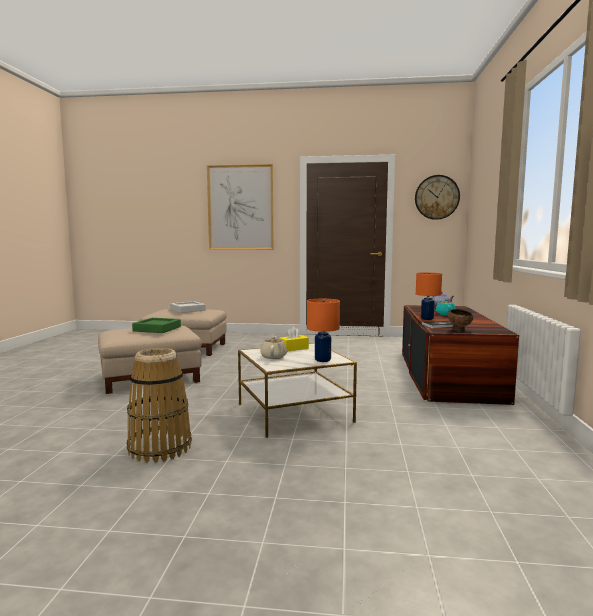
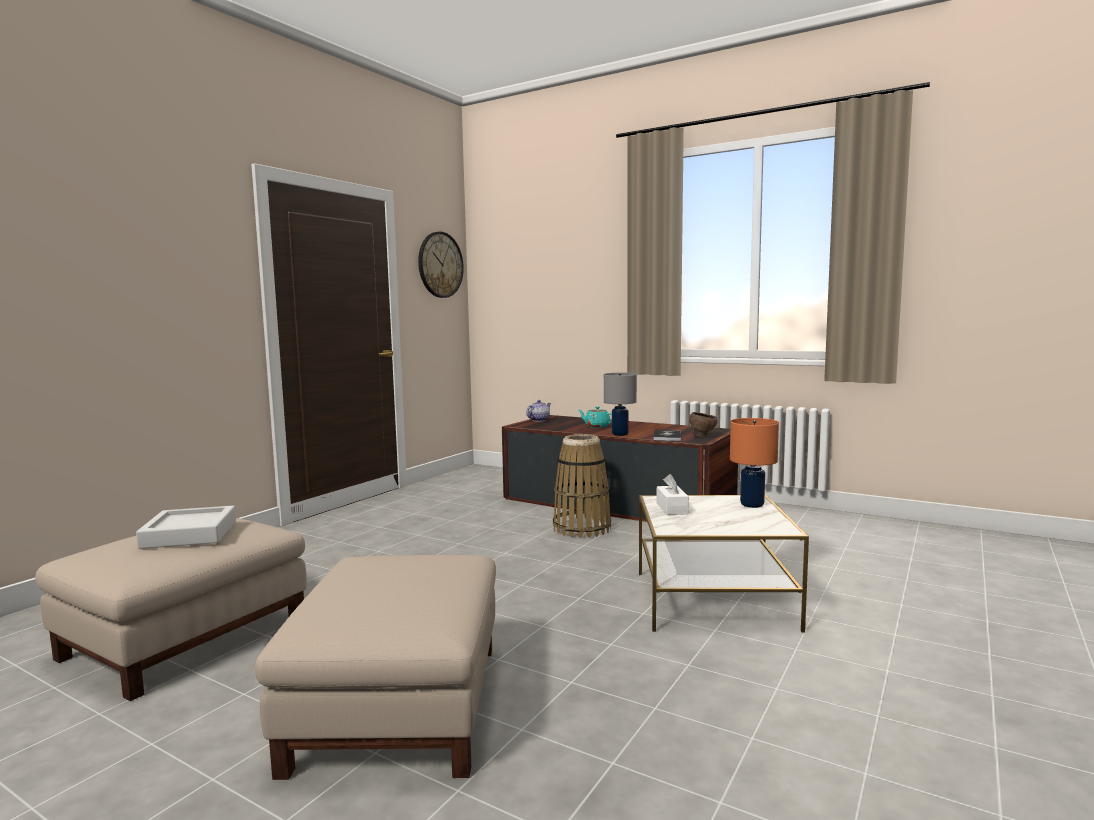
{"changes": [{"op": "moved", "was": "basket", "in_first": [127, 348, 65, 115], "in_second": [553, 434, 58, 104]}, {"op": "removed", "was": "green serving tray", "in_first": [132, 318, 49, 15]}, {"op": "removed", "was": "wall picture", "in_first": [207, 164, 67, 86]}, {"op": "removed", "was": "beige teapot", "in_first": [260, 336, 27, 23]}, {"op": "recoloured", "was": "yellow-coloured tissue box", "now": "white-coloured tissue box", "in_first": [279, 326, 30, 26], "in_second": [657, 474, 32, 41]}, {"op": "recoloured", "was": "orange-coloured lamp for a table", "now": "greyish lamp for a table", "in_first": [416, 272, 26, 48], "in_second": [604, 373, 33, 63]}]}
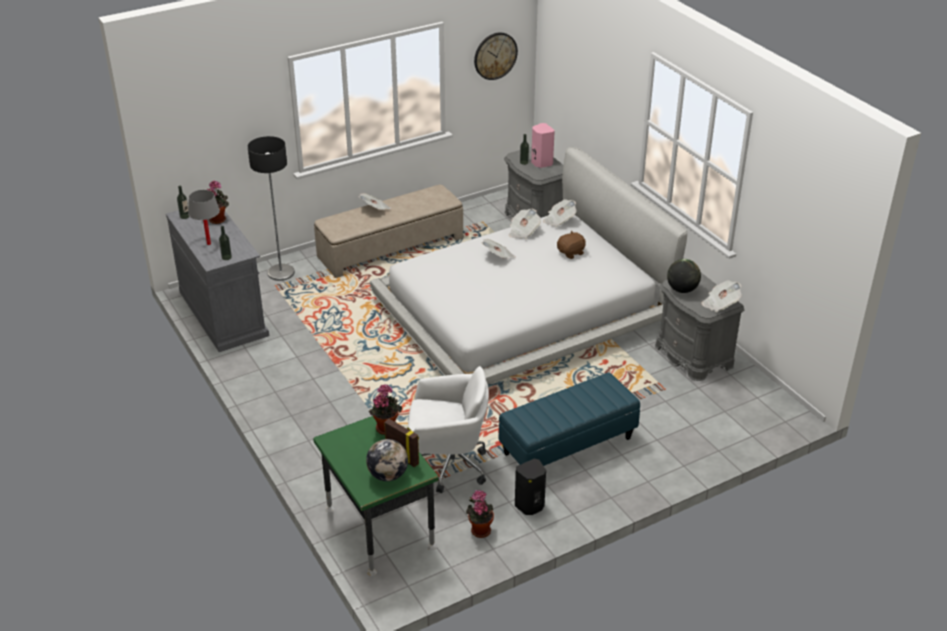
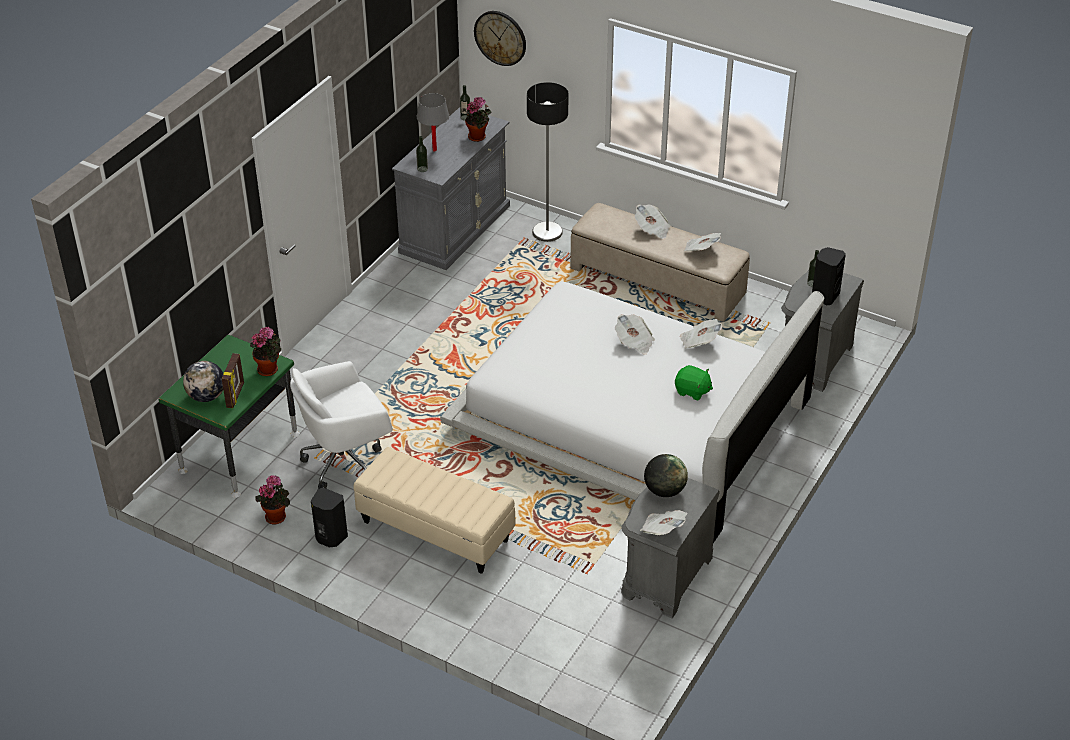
{"changes": [{"op": "turned", "was": "white-coloured desk chair", "in_first": [408, 366, 81, 127], "in_second": [290, 361, 103, 128], "clockwise": 90}, {"op": "moved", "was": "wall clock", "in_first": [474, 33, 44, 47], "in_second": [474, 11, 52, 55]}, {"op": "recoloured", "was": "bluish footrest", "now": "beige footrest", "in_first": [499, 372, 141, 94], "in_second": [353, 447, 163, 127]}, {"op": "recoloured", "was": "pinkish loudspeaker", "now": "blackish loudspeaker", "in_first": [531, 123, 24, 45], "in_second": [812, 247, 34, 59]}, {"op": "moved", "was": "newspaper", "in_first": [543, 199, 33, 28], "in_second": [684, 233, 37, 18]}, {"op": "recoloured", "was": "brownish plush toy", "now": "green plush toy", "in_first": [557, 231, 29, 28], "in_second": [675, 365, 38, 36]}]}
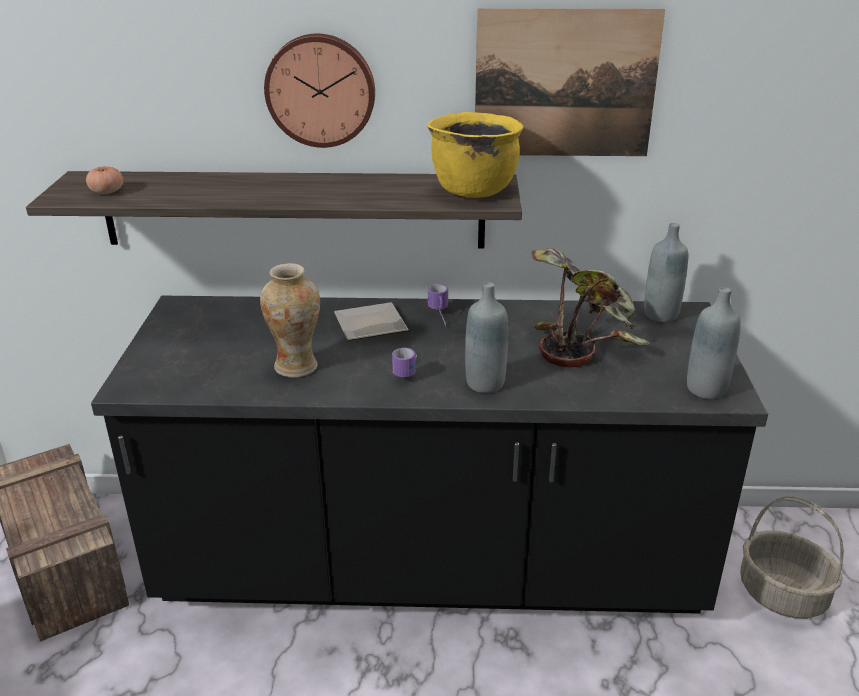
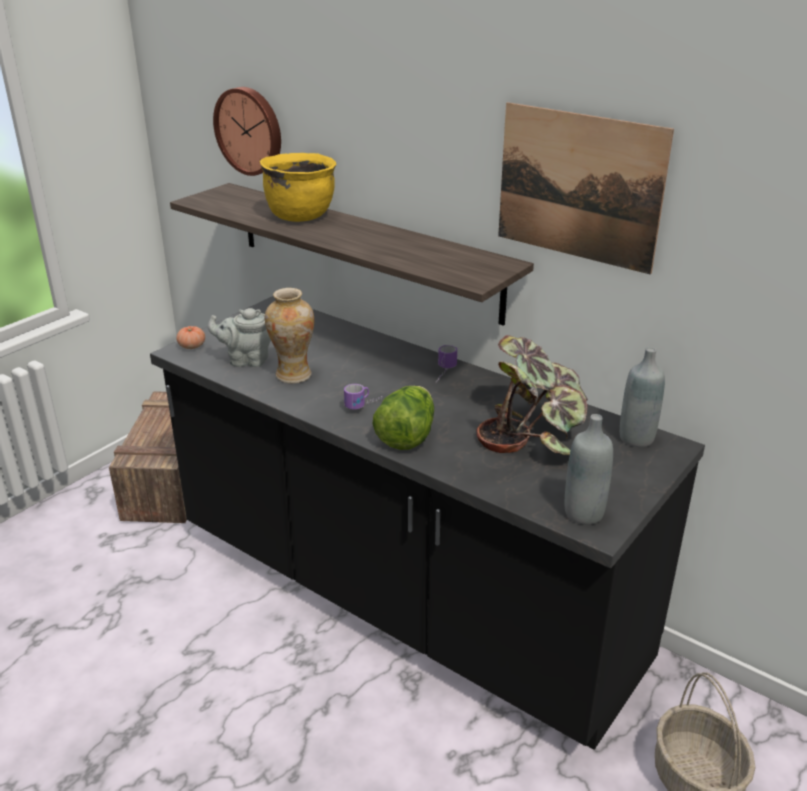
{"changes": [{"op": "moved", "was": "whole tomato", "in_first": [86, 166, 37, 28], "in_second": [176, 326, 29, 23]}, {"op": "moved", "was": "wall clock", "in_first": [264, 34, 111, 114], "in_second": [213, 87, 68, 89]}, {"op": "removed", "was": "plate", "in_first": [334, 302, 75, 39]}, {"op": "moved", "was": "yellow-coloured stockpot", "in_first": [427, 112, 96, 86], "in_second": [260, 153, 77, 69]}, {"op": "replaced", "was": "greyish bottle", "now": "lettuce head", "in_first": [465, 282, 43, 111], "in_second": [372, 386, 62, 64]}, {"op": "added", "now": "greyish teapot", "in_second": [208, 308, 63, 59]}]}
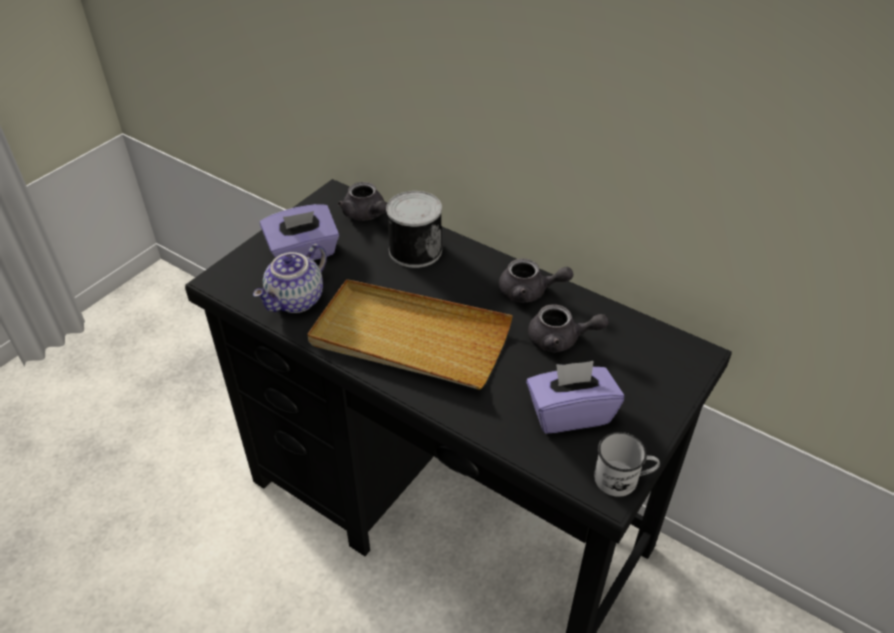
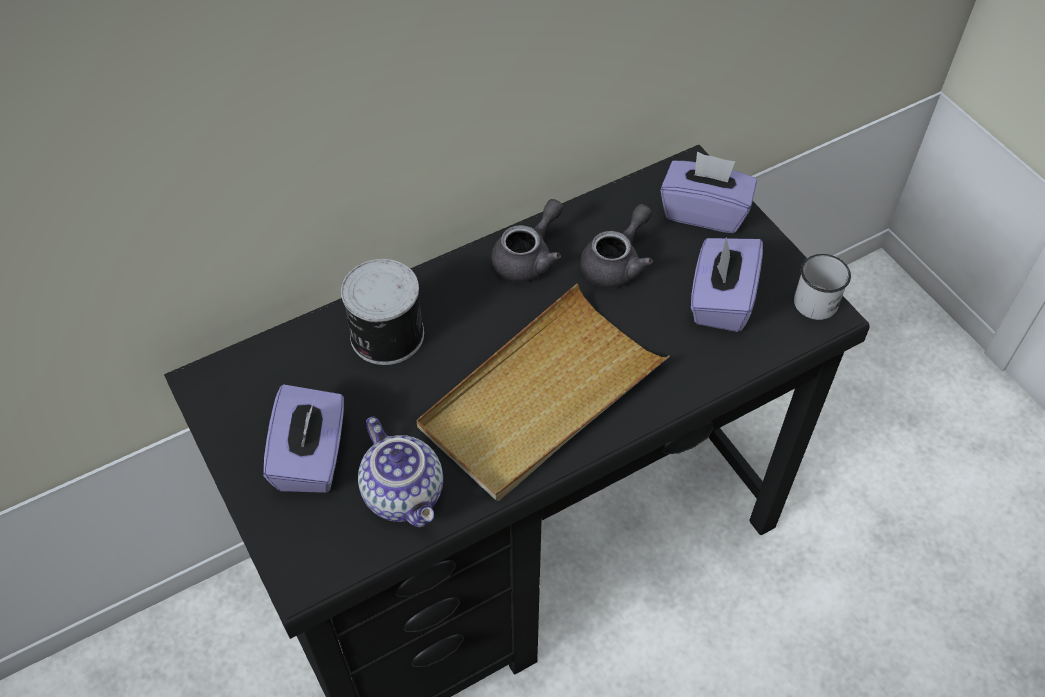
{"changes": [{"op": "removed", "was": "greyish teapot", "in_first": [338, 182, 49, 39]}, {"op": "added", "now": "purple-coloured tissue box", "in_second": [660, 152, 97, 81]}]}
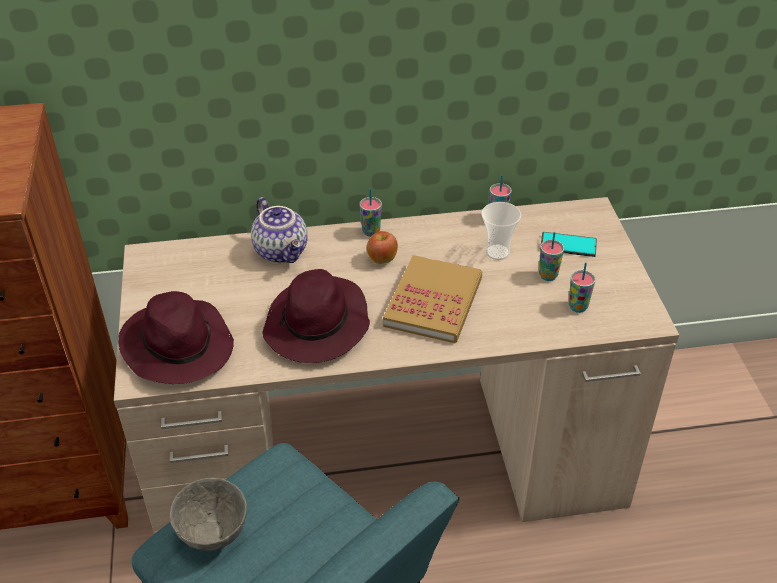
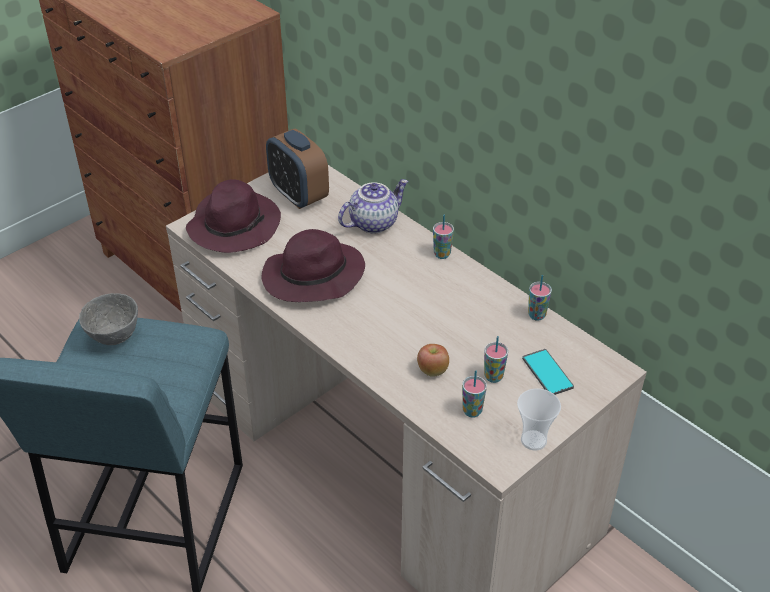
{"changes": [{"op": "turned", "was": "teapot", "in_first": [251, 197, 57, 66], "in_second": [338, 179, 71, 54], "clockwise": -150}, {"op": "moved", "was": "apple fruit", "in_first": [367, 231, 31, 33], "in_second": [417, 344, 32, 33]}, {"op": "removed", "was": "volume", "in_first": [383, 255, 99, 88]}, {"op": "moved", "was": "drinking cup", "in_first": [482, 202, 39, 58], "in_second": [517, 389, 44, 61]}, {"op": "added", "now": "bedside clock", "in_second": [266, 129, 63, 80]}]}
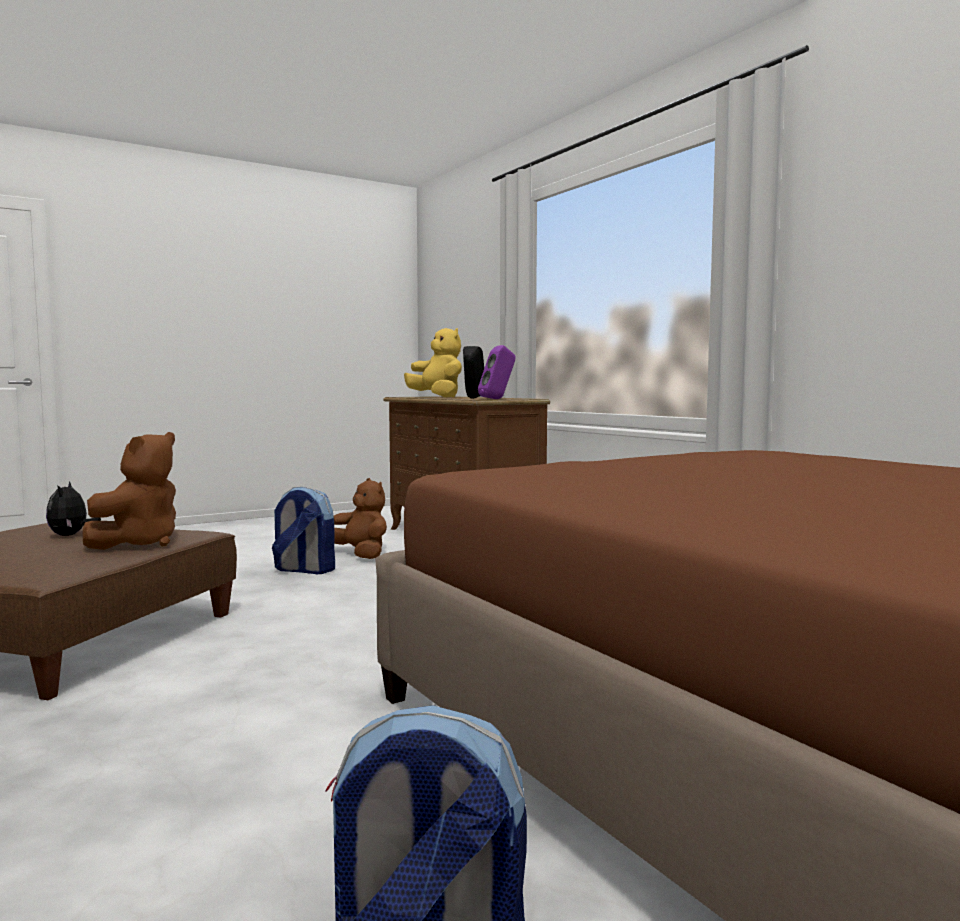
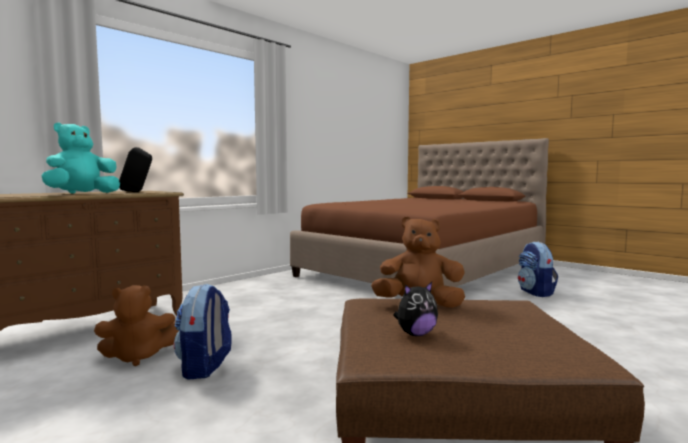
{"changes": [{"op": "turned", "was": "brownish plush toy", "in_first": [334, 478, 53, 81], "in_second": [94, 285, 85, 81], "clockwise": -135}, {"op": "recoloured", "was": "yellow-coloured plush toy", "now": "turquoise-coloured plush toy", "in_first": [404, 328, 58, 70], "in_second": [41, 123, 79, 71]}, {"op": "removed", "was": "purple-coloured loudspeaker", "in_first": [478, 345, 38, 54]}]}
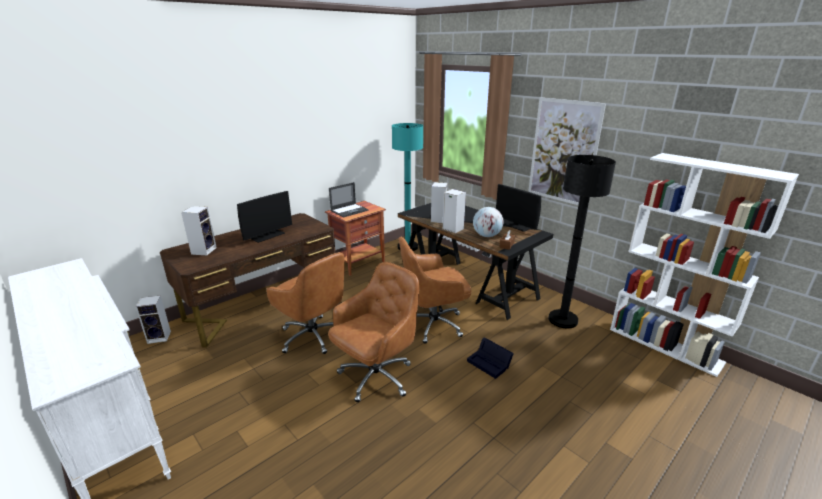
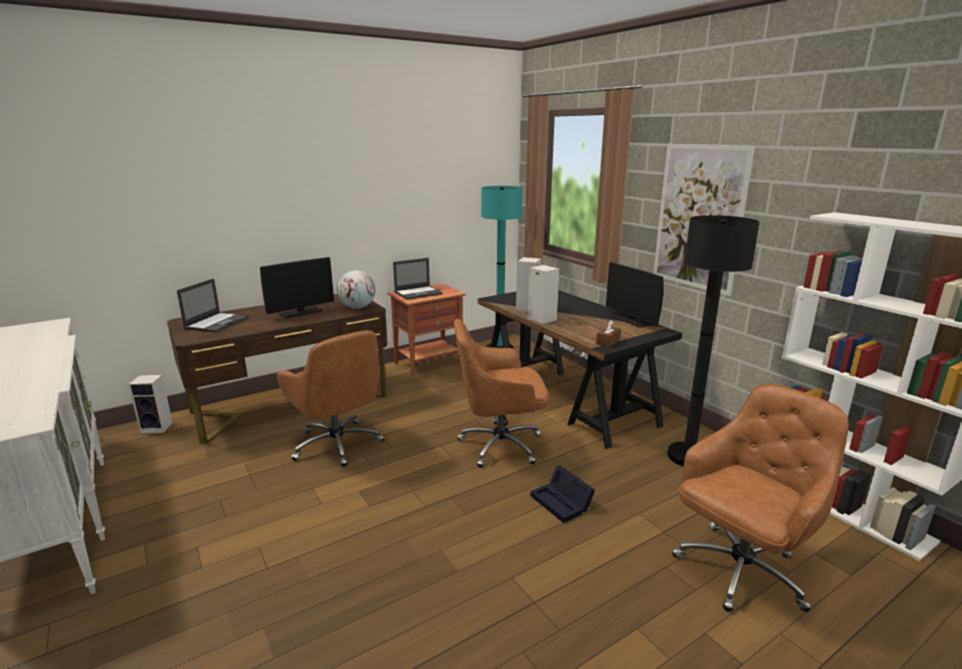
{"changes": [{"op": "replaced", "was": "loudspeaker", "now": "notebook computer", "in_first": [181, 206, 36, 49], "in_second": [177, 278, 72, 55]}, {"op": "moved", "was": "brownish desk chair", "in_first": [328, 262, 91, 140], "in_second": [672, 384, 177, 228]}, {"op": "moved", "was": "world globe", "in_first": [473, 207, 30, 30], "in_second": [337, 270, 39, 39]}]}
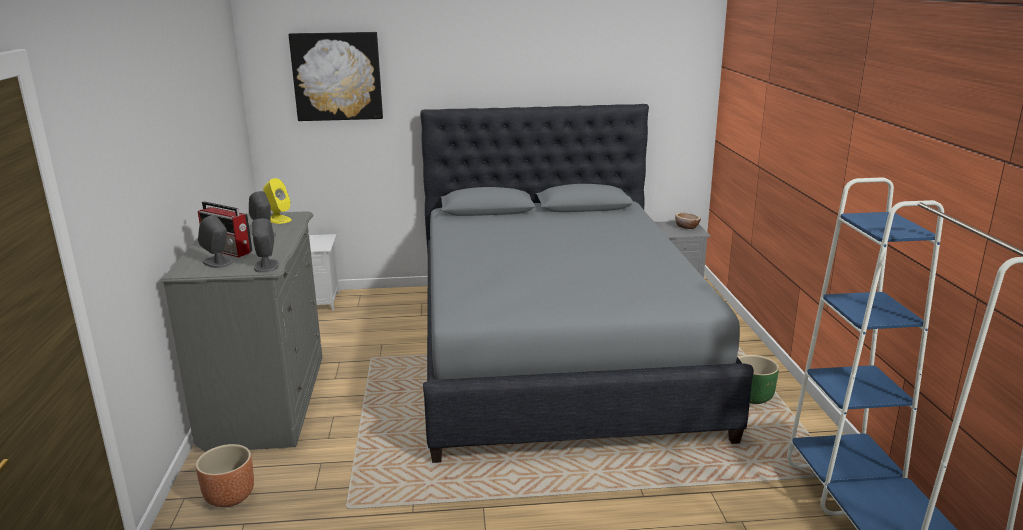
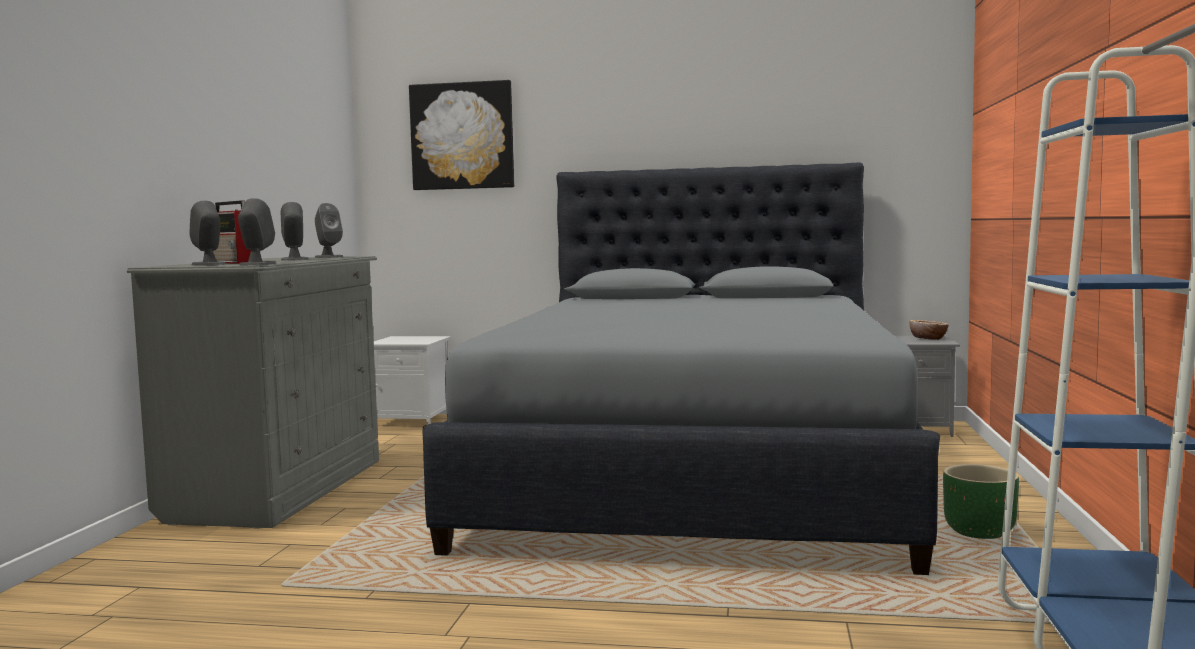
{"changes": [{"op": "removed", "was": "brownish planter", "in_first": [196, 444, 58, 63]}, {"op": "recoloured", "was": "yellow-coloured loudspeaker", "now": "greyish loudspeaker", "in_first": [263, 178, 29, 46], "in_second": [315, 203, 28, 55]}]}
